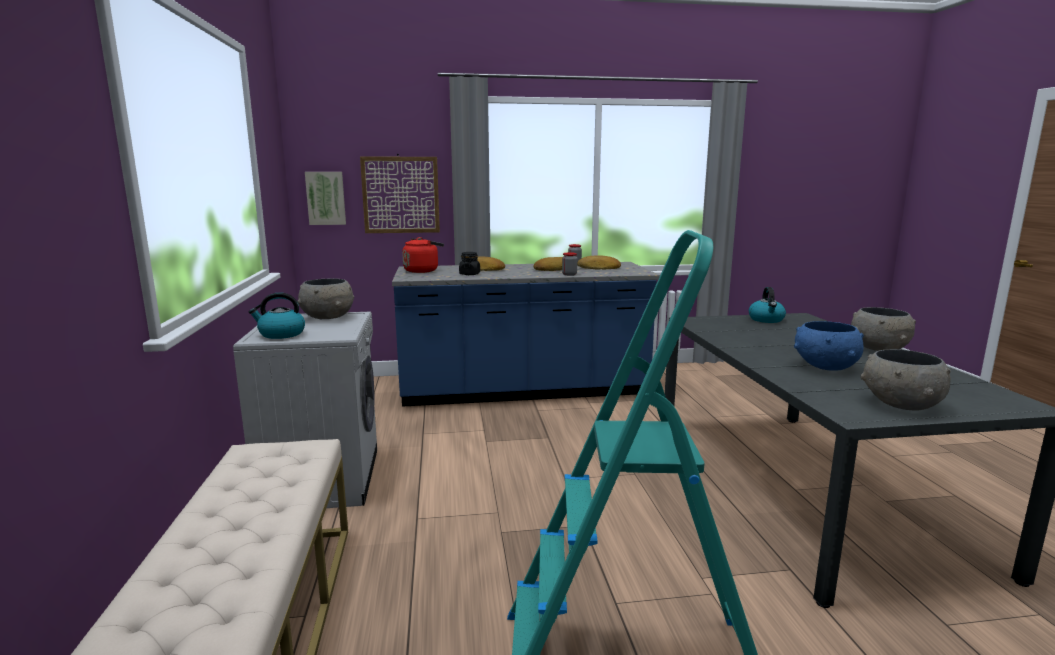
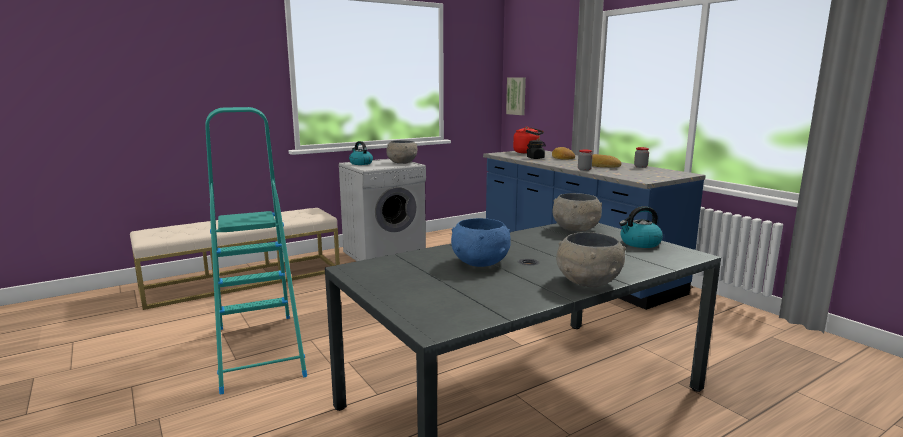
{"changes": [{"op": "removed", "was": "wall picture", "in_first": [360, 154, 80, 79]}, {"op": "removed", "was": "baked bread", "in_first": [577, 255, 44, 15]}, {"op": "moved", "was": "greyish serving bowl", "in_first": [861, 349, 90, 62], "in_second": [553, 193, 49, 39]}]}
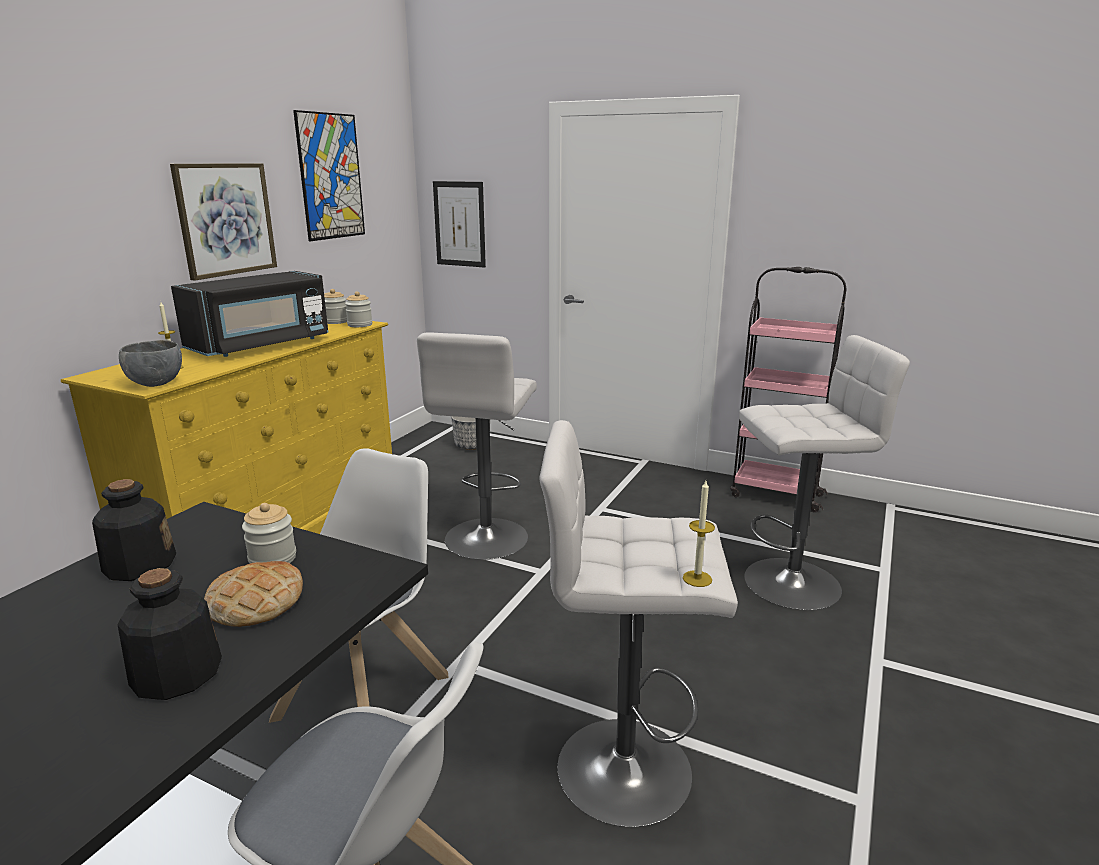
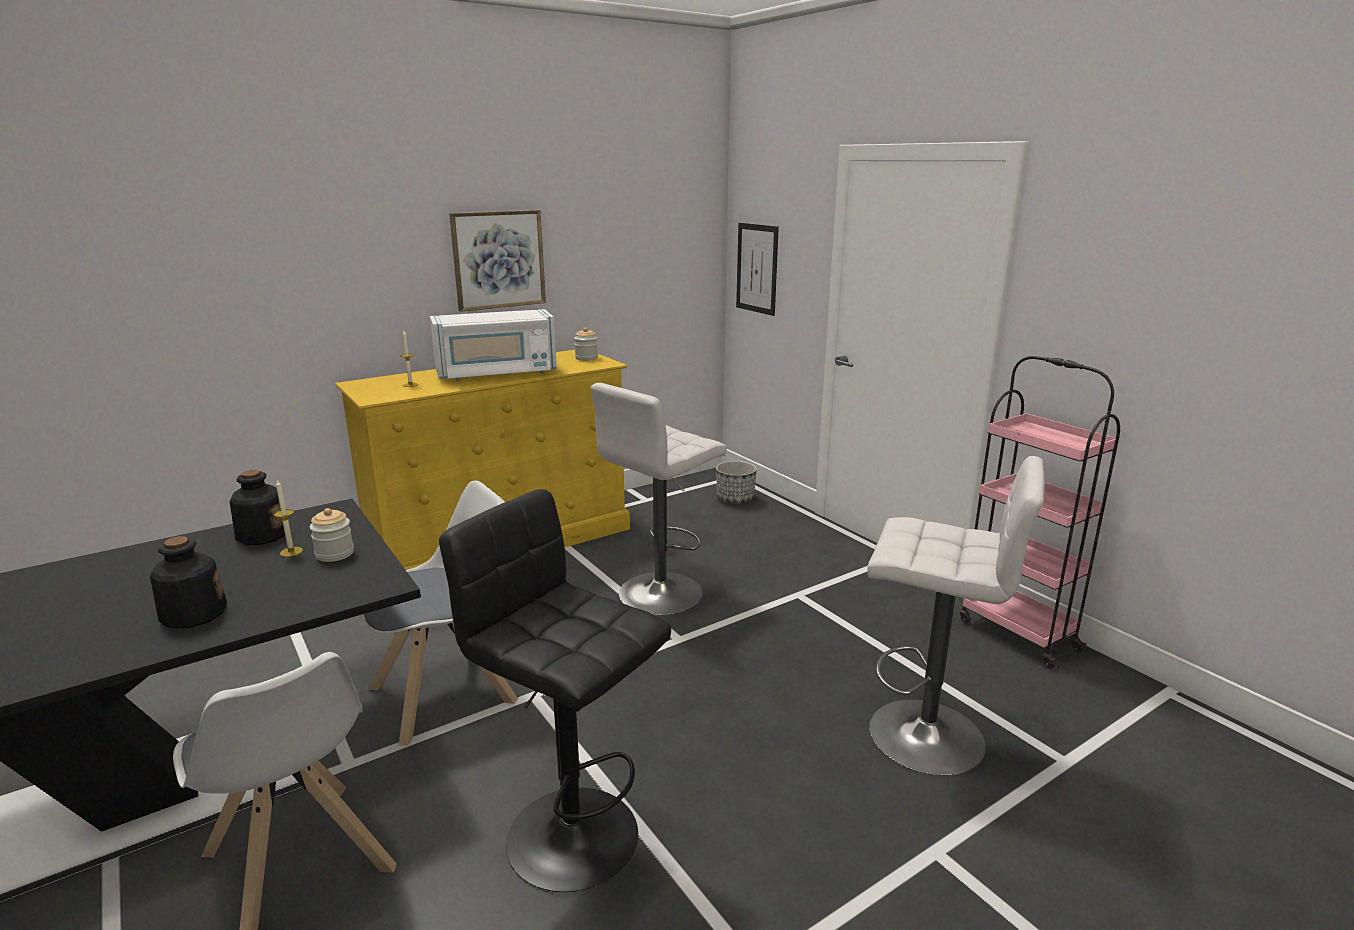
{"changes": [{"op": "removed", "was": "greyish serving bowl", "in_first": [119, 340, 63, 47]}, {"op": "recoloured", "was": "blackish microwave", "now": "white-coloured microwave", "in_first": [171, 271, 157, 86], "in_second": [430, 309, 127, 72]}, {"op": "removed", "was": "baked bread", "in_first": [204, 561, 99, 66]}, {"op": "removed", "was": "wall picture", "in_first": [293, 110, 72, 131]}, {"op": "removed", "was": "storage jar", "in_first": [345, 291, 27, 36]}, {"op": "recoloured", "was": "white-coloured sitting stool", "now": "blackish sitting stool", "in_first": [539, 420, 199, 407], "in_second": [439, 489, 232, 403]}, {"op": "moved", "was": "wax light", "in_first": [683, 481, 32, 106], "in_second": [274, 479, 29, 78]}]}
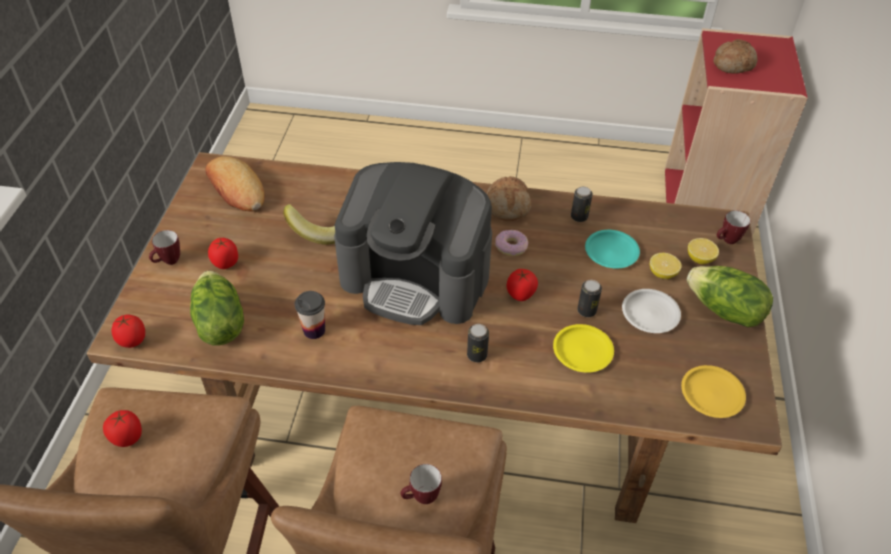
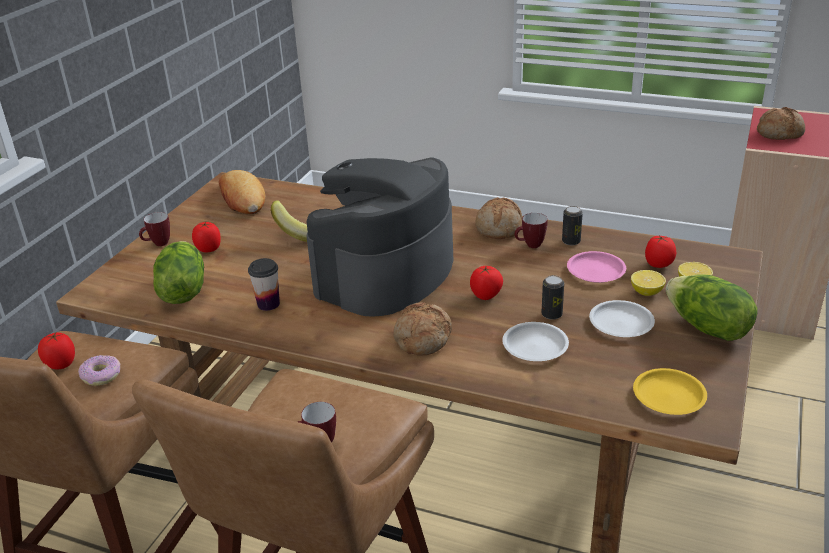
{"changes": [{"op": "moved", "was": "whole tomato", "in_first": [112, 314, 33, 34], "in_second": [645, 235, 31, 33]}, {"op": "turned", "was": "coffee brewer", "in_first": [334, 162, 158, 163], "in_second": [306, 157, 147, 160], "clockwise": 90}, {"op": "replaced", "was": "sealed can", "now": "baked bread", "in_first": [467, 324, 22, 38], "in_second": [393, 302, 59, 54]}, {"op": "moved", "was": "ring doughnut", "in_first": [495, 230, 33, 26], "in_second": [78, 355, 42, 31]}, {"op": "recoloured", "was": "yellow-coloured plate", "now": "white-coloured plate", "in_first": [553, 324, 61, 49], "in_second": [502, 322, 67, 39]}, {"op": "recoloured", "was": "turquoise-coloured plate", "now": "pinkish plate", "in_first": [585, 230, 55, 38], "in_second": [567, 251, 59, 32]}, {"op": "moved", "was": "mug", "in_first": [717, 211, 33, 33], "in_second": [515, 213, 32, 35]}]}
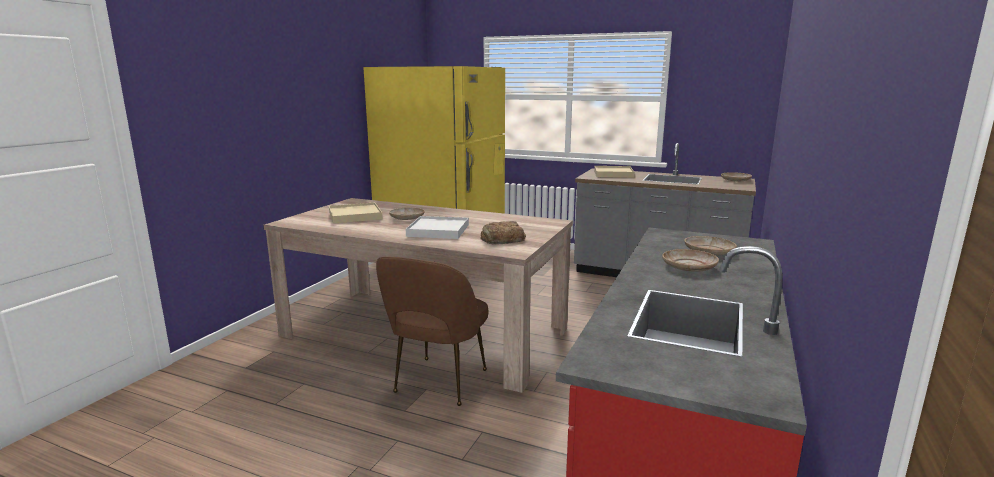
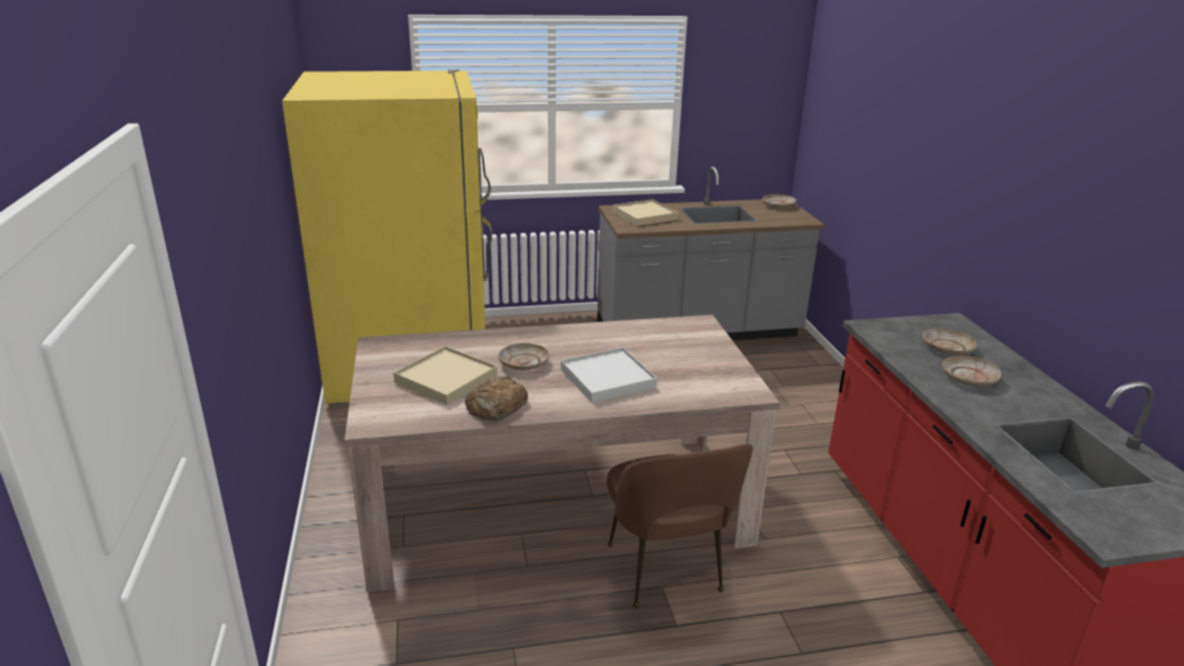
{"changes": [{"op": "moved", "was": "baked bread", "in_first": [481, 221, 45, 24], "in_second": [465, 376, 63, 45]}]}
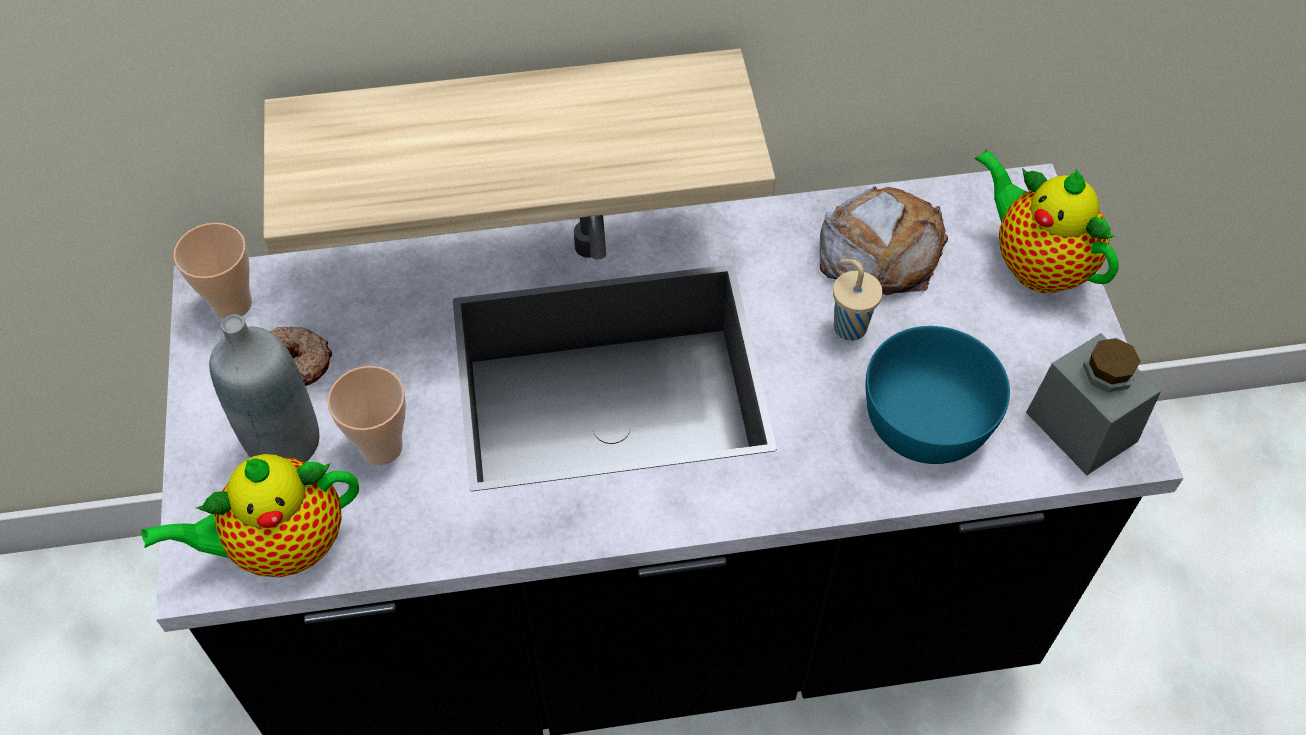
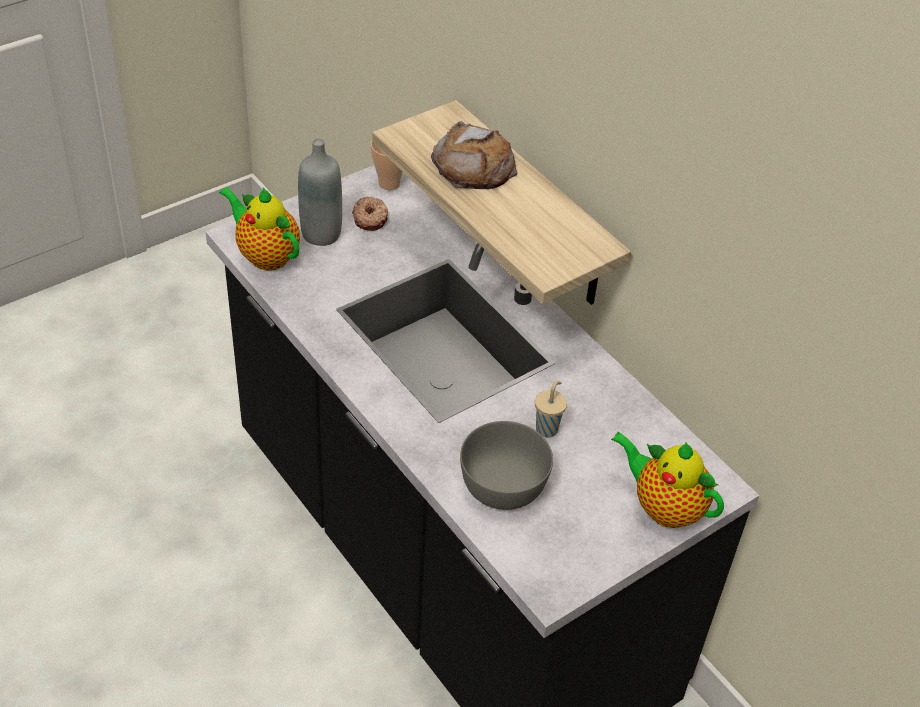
{"changes": [{"op": "removed", "was": "drinking cup", "in_first": [327, 366, 79, 99]}, {"op": "moved", "was": "baked bread", "in_first": [820, 187, 128, 108], "in_second": [431, 121, 86, 68]}, {"op": "recoloured", "was": "turquoise-coloured serving bowl", "now": "greyish serving bowl", "in_first": [866, 326, 144, 138], "in_second": [460, 421, 93, 89]}, {"op": "turned", "was": "teapot", "in_first": [974, 149, 145, 144], "in_second": [611, 432, 113, 96], "clockwise": -75}, {"op": "removed", "was": "greyish storage jar", "in_first": [1026, 333, 135, 142]}]}
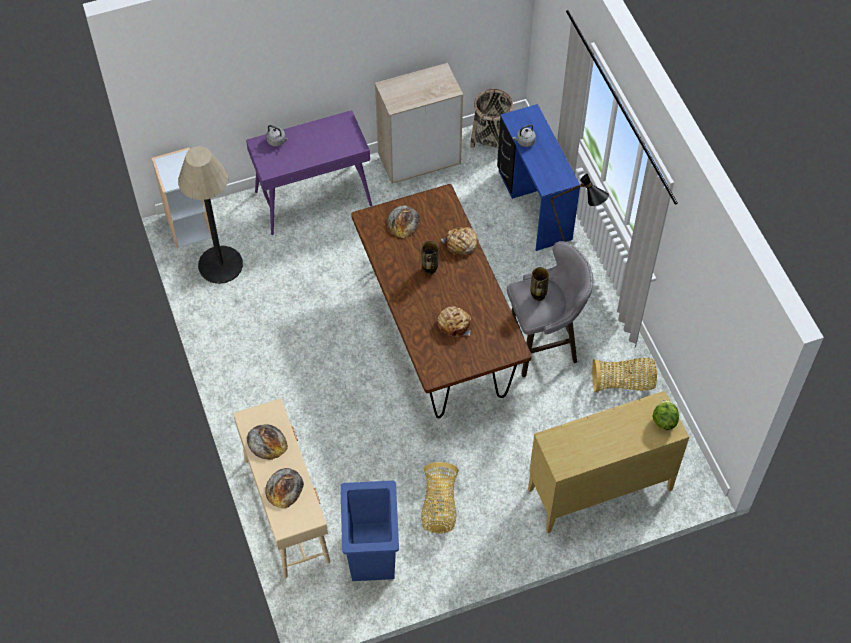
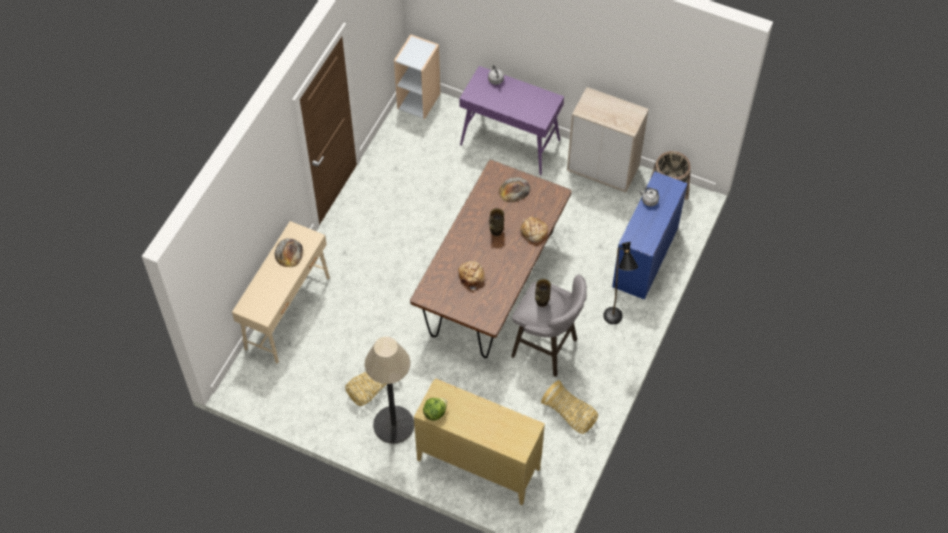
{"changes": [{"op": "moved", "was": "floor lamp", "in_first": [178, 146, 65, 138], "in_second": [364, 337, 50, 107]}, {"op": "removed", "was": "baked bread", "in_first": [265, 468, 39, 40]}, {"op": "removed", "was": "bluish rubbish bin", "in_first": [340, 481, 59, 100]}, {"op": "moved", "was": "lettuce head", "in_first": [652, 400, 27, 30], "in_second": [423, 398, 24, 23]}]}
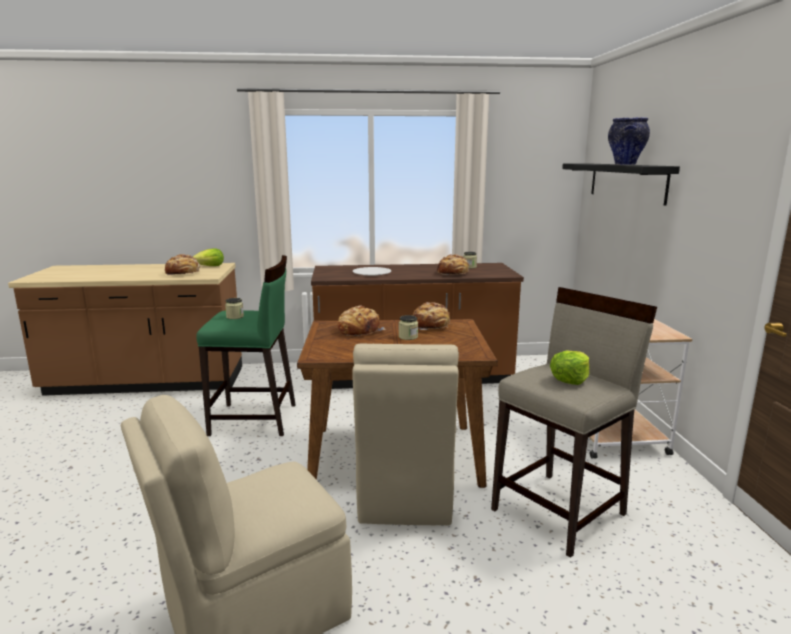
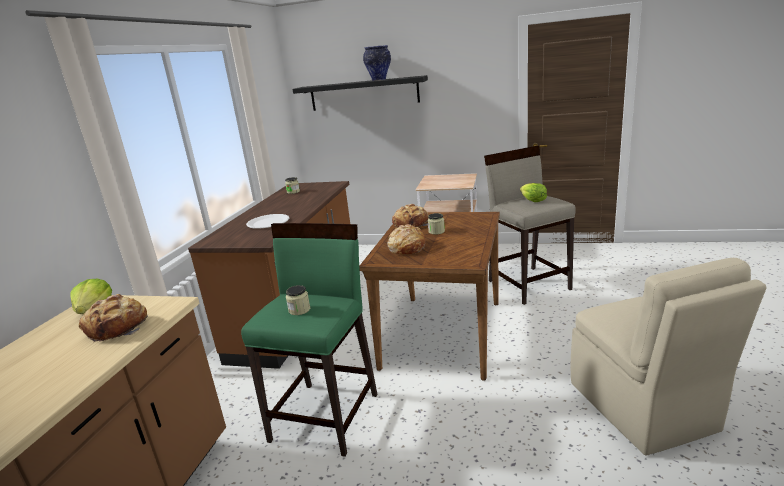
{"changes": [{"op": "removed", "was": "beige upright chair", "in_first": [352, 343, 107, 183]}, {"op": "removed", "was": "baked bread", "in_first": [437, 254, 32, 21]}]}
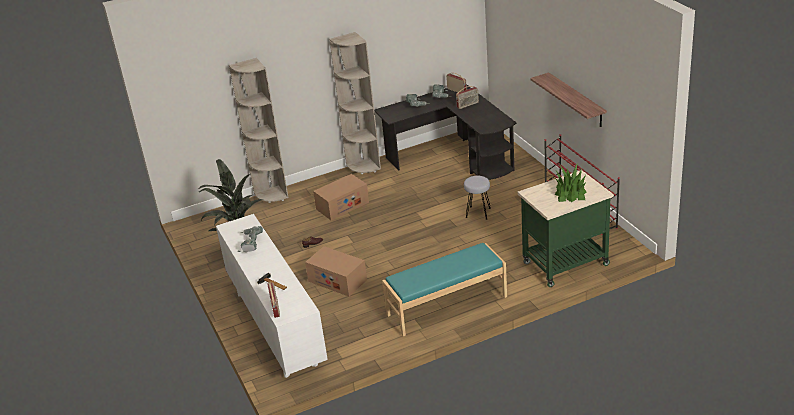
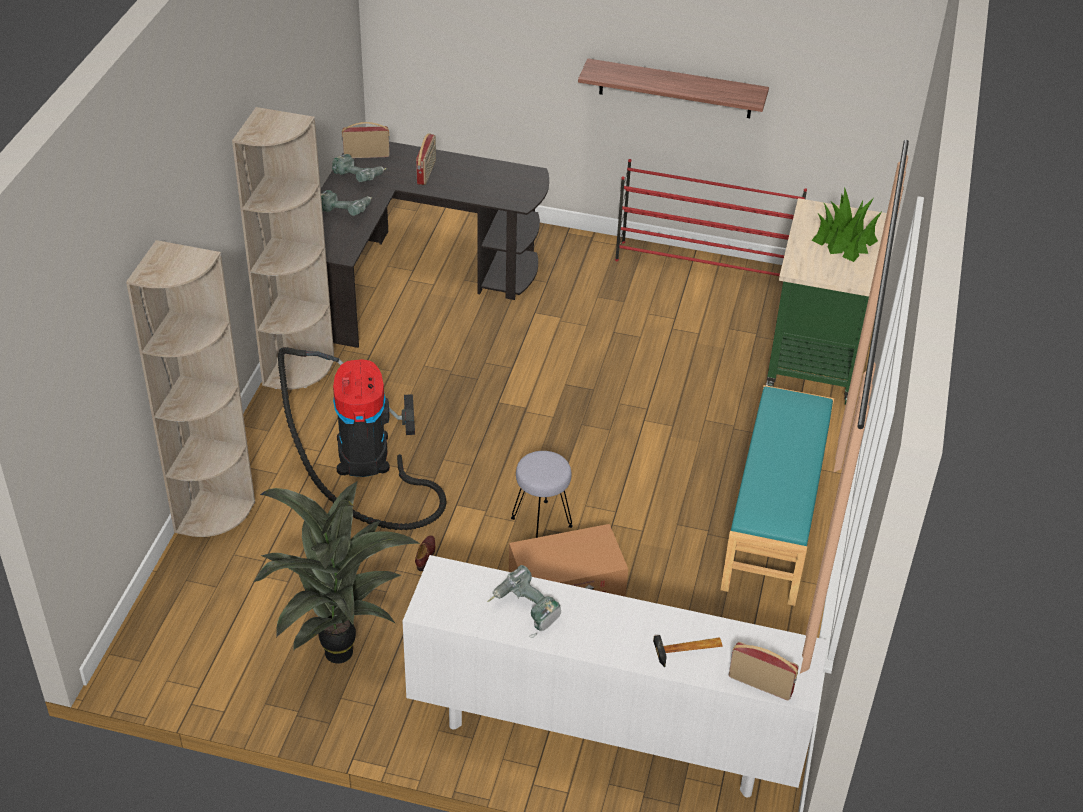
{"changes": [{"op": "replaced", "was": "cardboard box", "now": "hoover", "in_first": [313, 174, 56, 46], "in_second": [278, 347, 168, 183]}, {"op": "moved", "was": "greyish sitting stool", "in_first": [464, 176, 27, 43], "in_second": [511, 451, 62, 87]}]}
